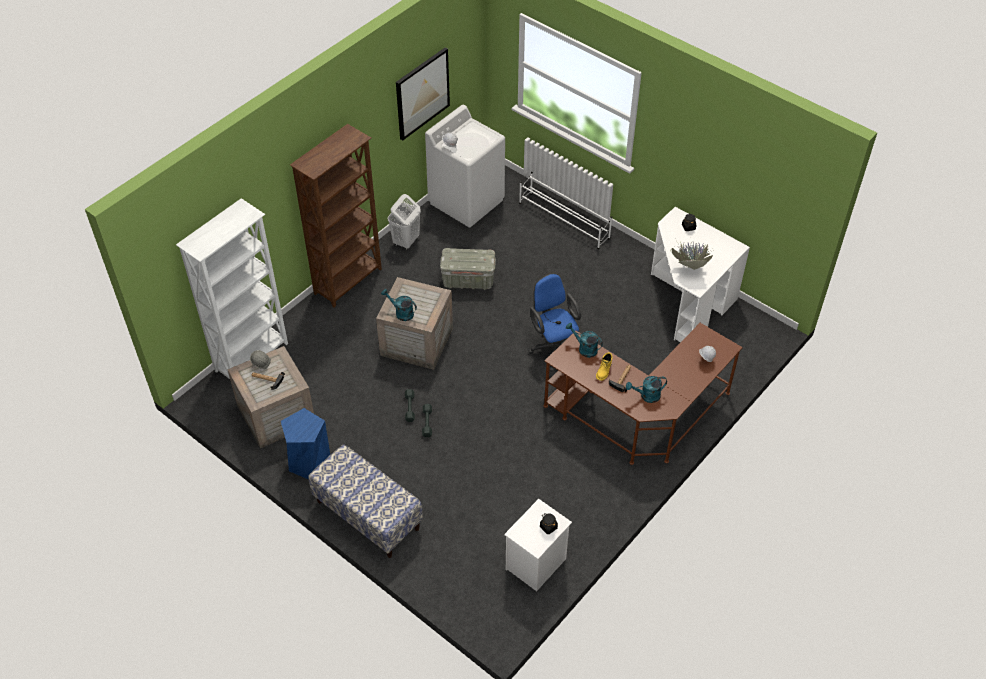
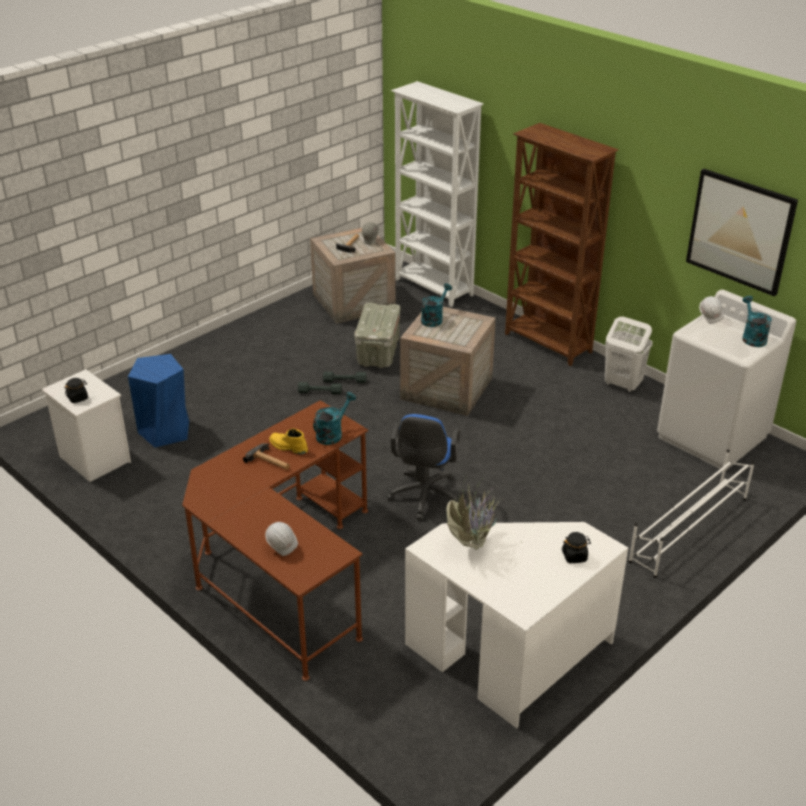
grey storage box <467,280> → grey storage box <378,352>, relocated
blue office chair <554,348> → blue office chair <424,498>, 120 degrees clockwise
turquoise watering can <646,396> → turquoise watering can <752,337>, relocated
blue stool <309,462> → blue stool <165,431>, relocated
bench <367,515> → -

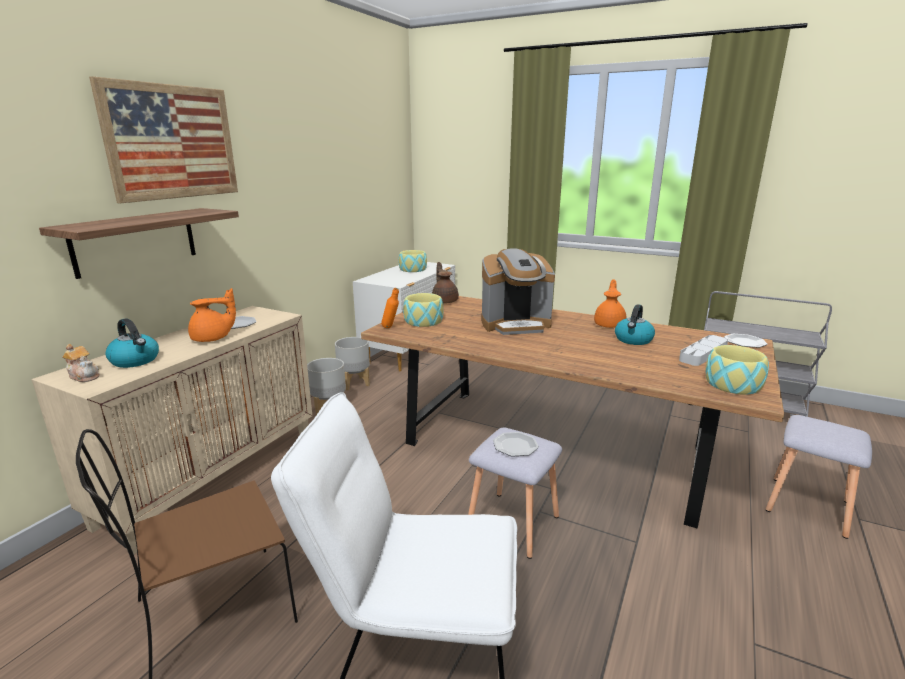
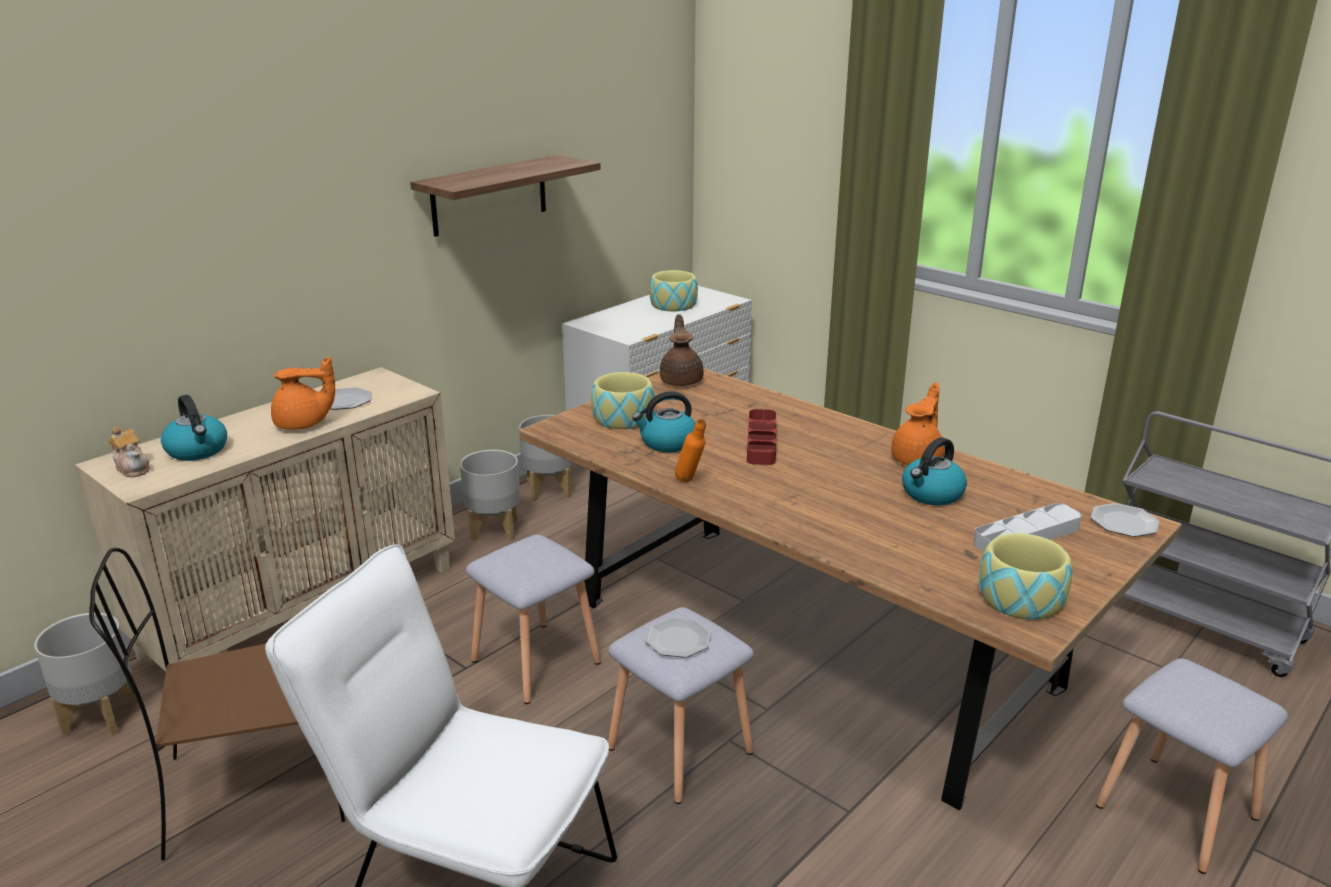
picture <172,142> → -
shelf <136,241> → shelf <489,195>, relocated
coffee machine <515,325> → red tray <761,442>
orange bottle <391,328> → orange bottle <690,482>, relocated
- → kettle <667,443>
- → grey stool <534,661>
- → grey planter <102,716>

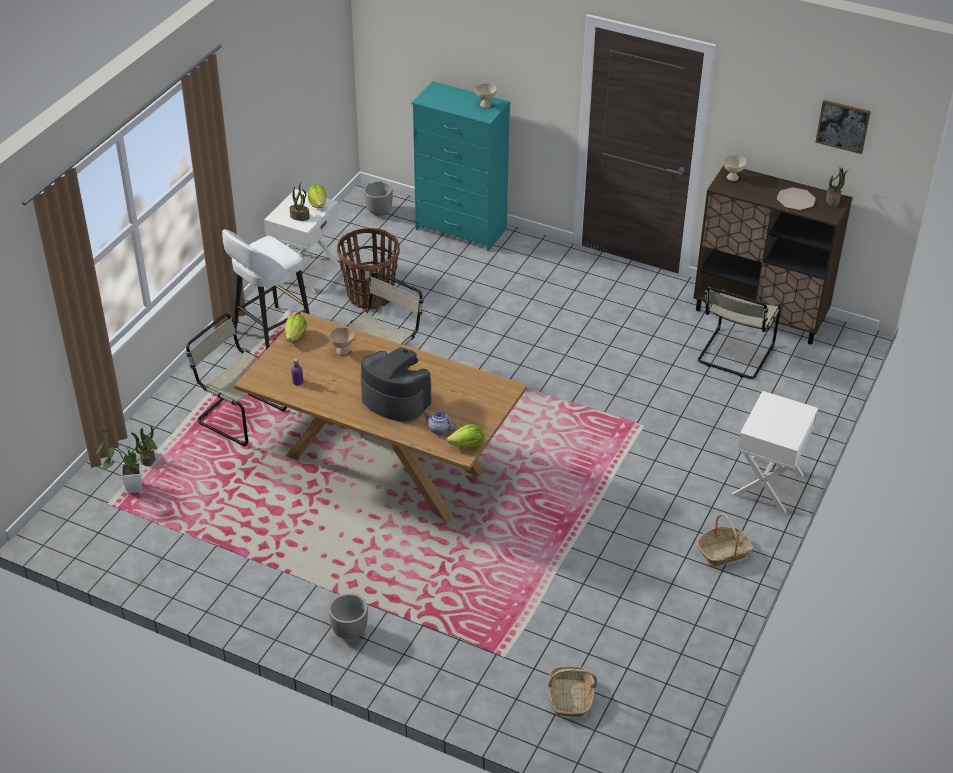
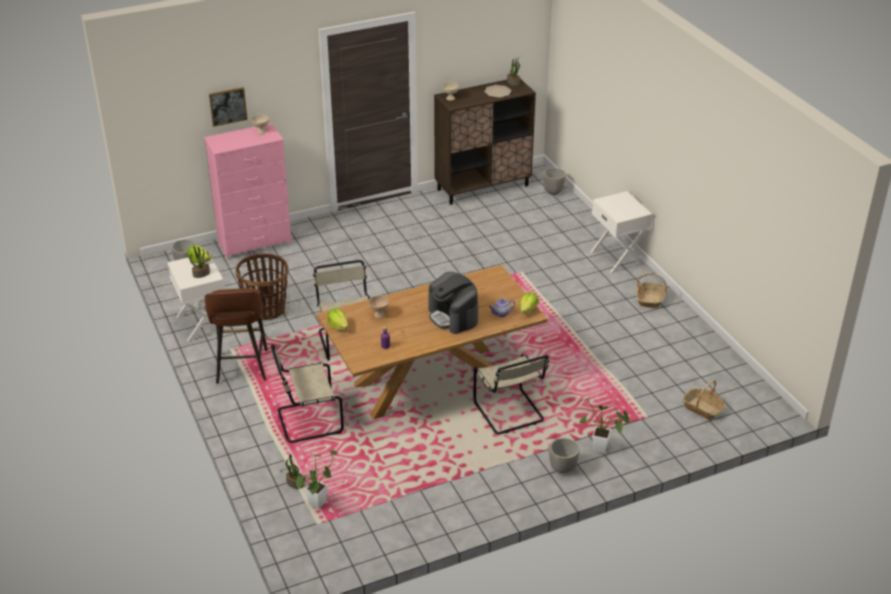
turquoise dresser <461,230> → pink dresser <256,243>
picture <843,126> → picture <228,106>, relocated
white stool <270,332> → brown stool <241,368>
beige chair <734,355> → beige chair <510,413>, relocated
coffee machine <395,400> → coffee machine <453,317>, 105 degrees counterclockwise
- → planter <553,192>
- → potted plant <603,450>

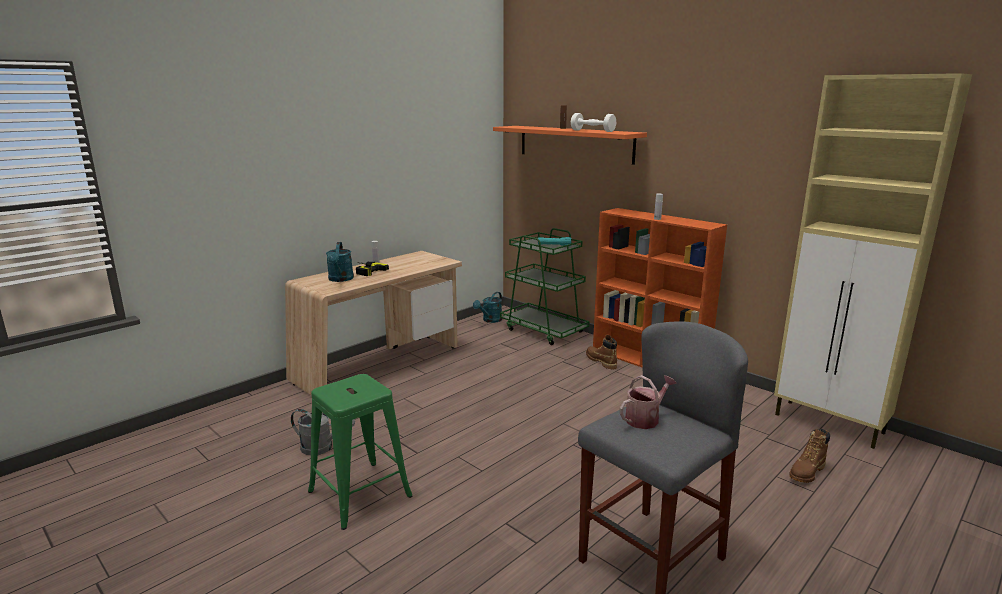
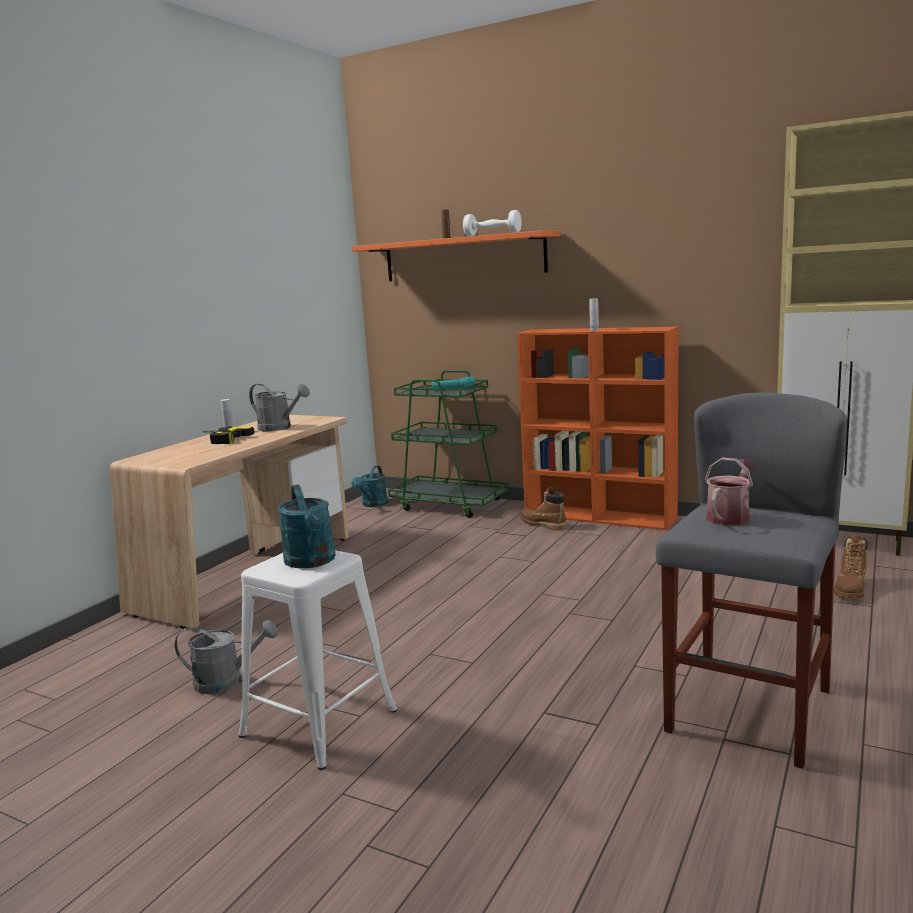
turquoise watering can <340,279> → turquoise watering can <312,562>, relocated
green stool <360,494> → white stool <319,723>
- → grey watering can <280,428>

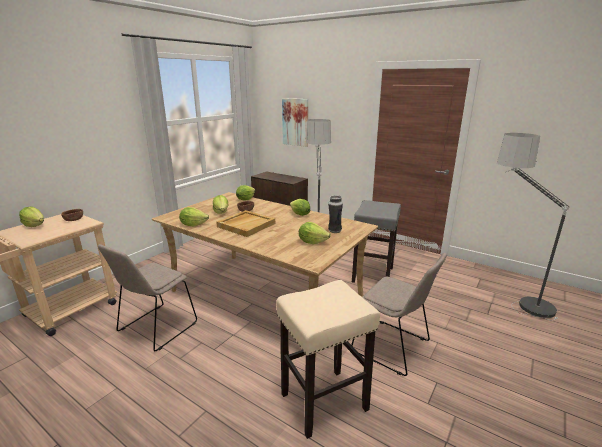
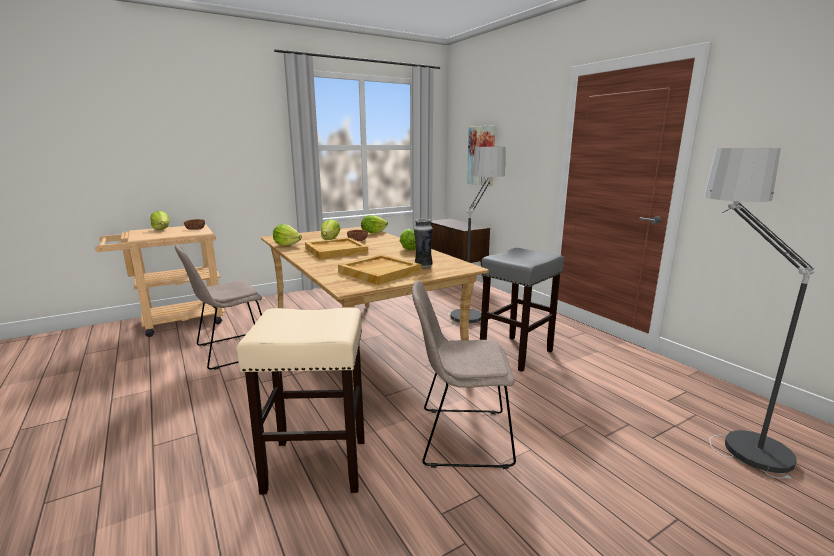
lettuce <312,242> → beige tray <380,272>
beige chair <393,347> → beige chair <460,437>, 120 degrees clockwise

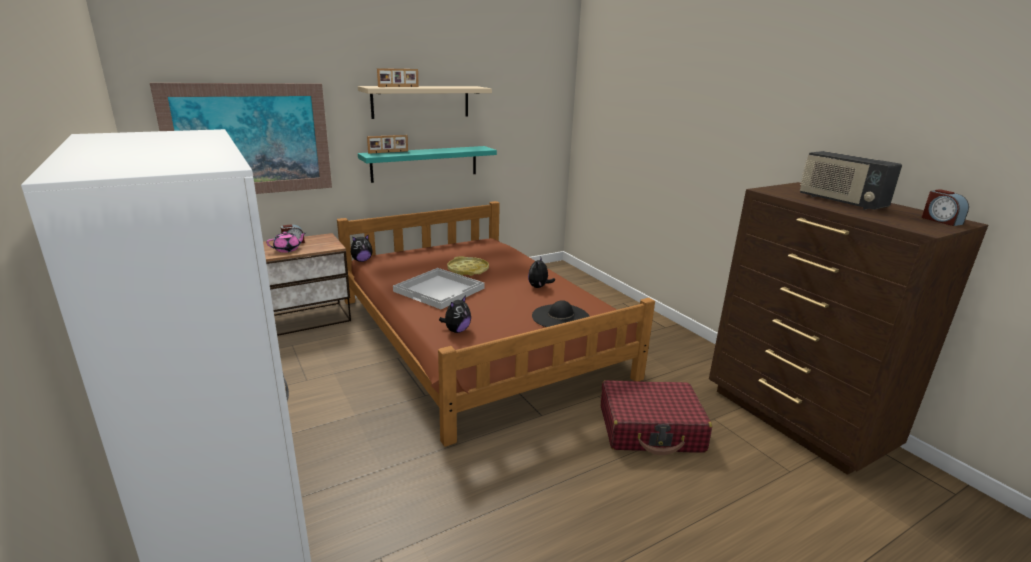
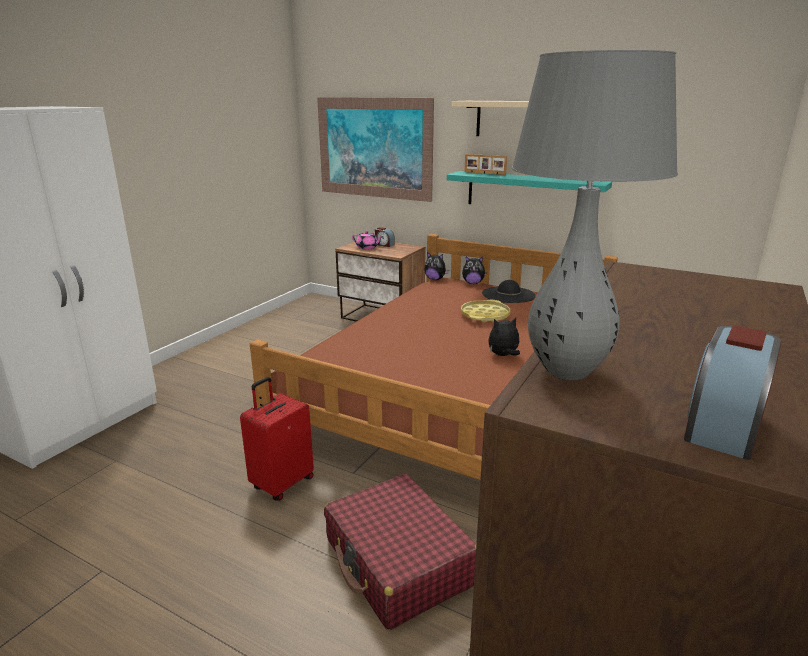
picture frame <398,87> → -
radio <840,202> → -
white tray <440,290> → -
plush toy <456,330> → plush toy <473,283>, relocated
black hat <560,317> → black hat <508,295>, relocated
- → grey table lamp <567,372>
- → red suitcase <282,483>

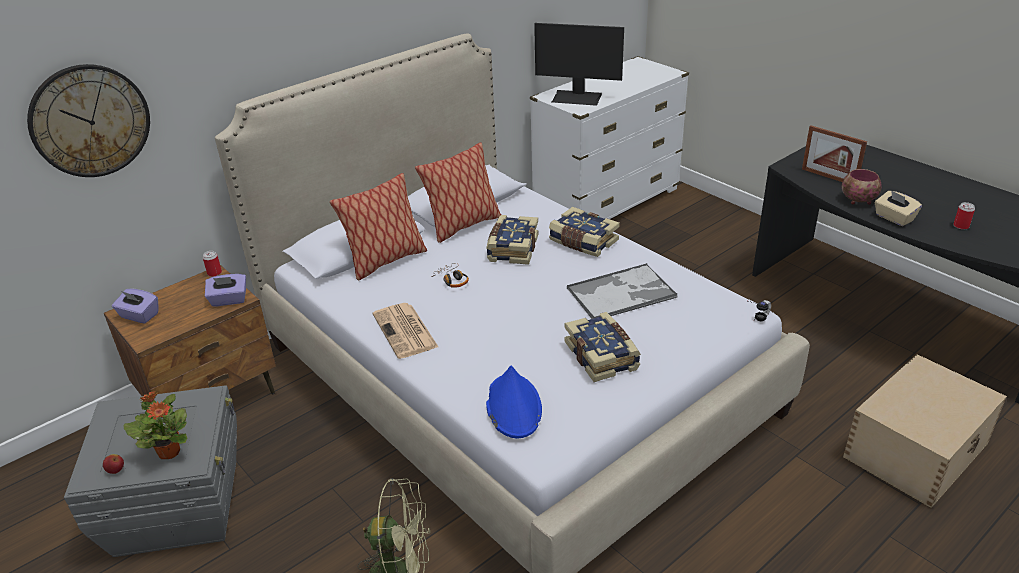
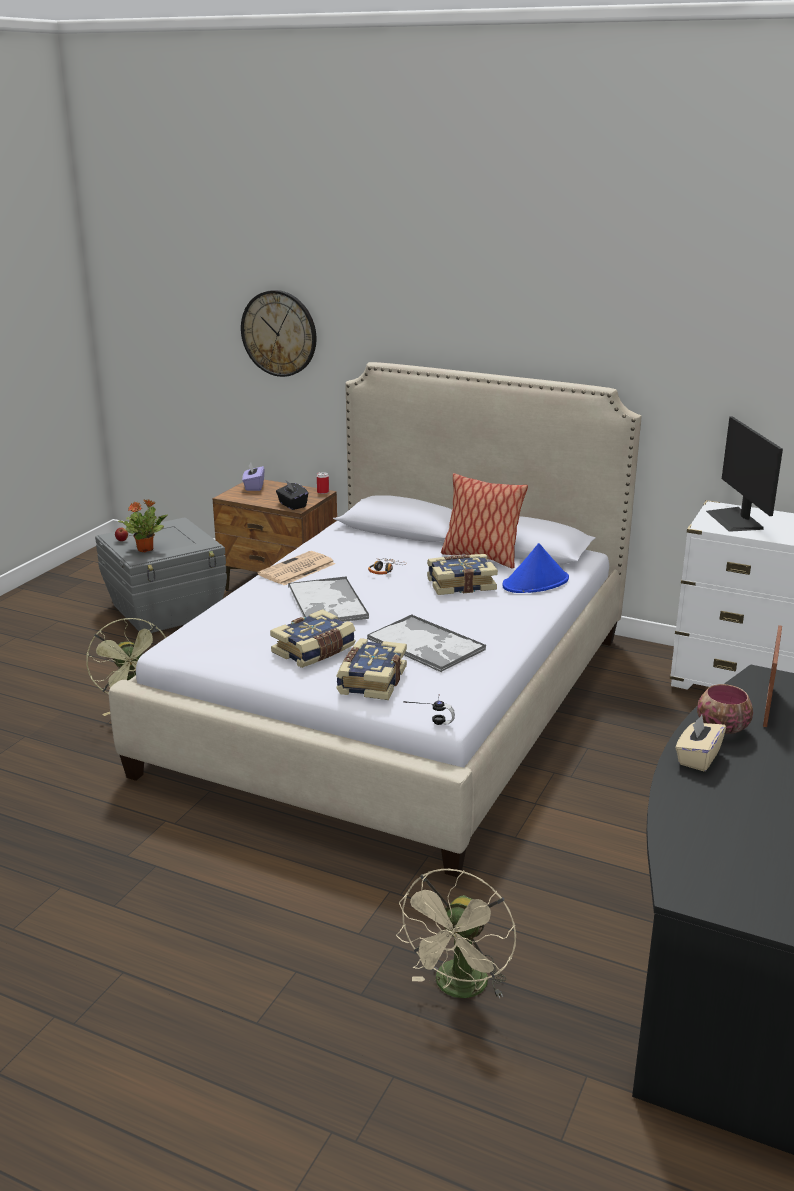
pillow <386,261> → -
can <961,226> → -
book <582,242> → book <370,681>, relocated
purple tissue box <229,300> → black tissue box <292,505>
beige storage box <917,449> → beige fan <459,989>
blue hat <513,406> → blue hat <536,583>, relocated
- → tray <328,603>

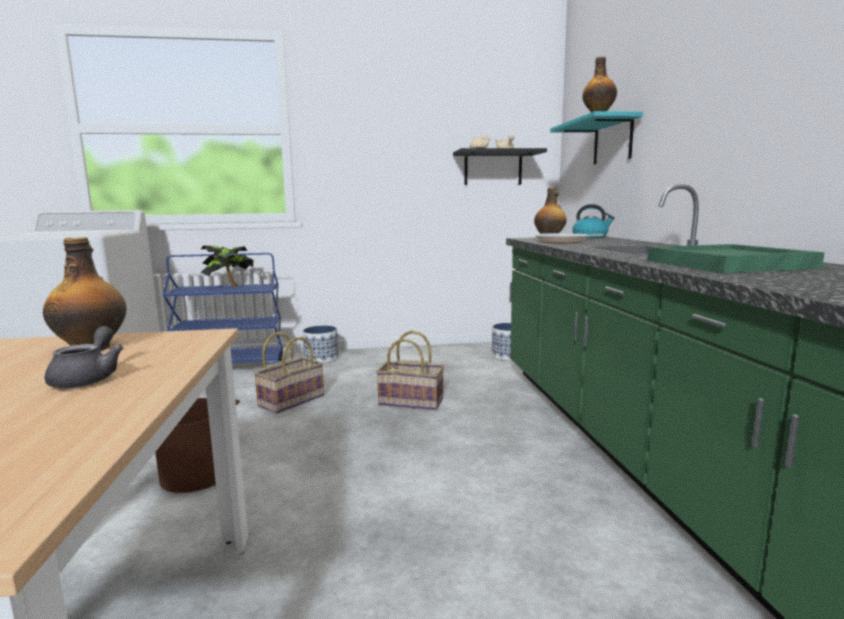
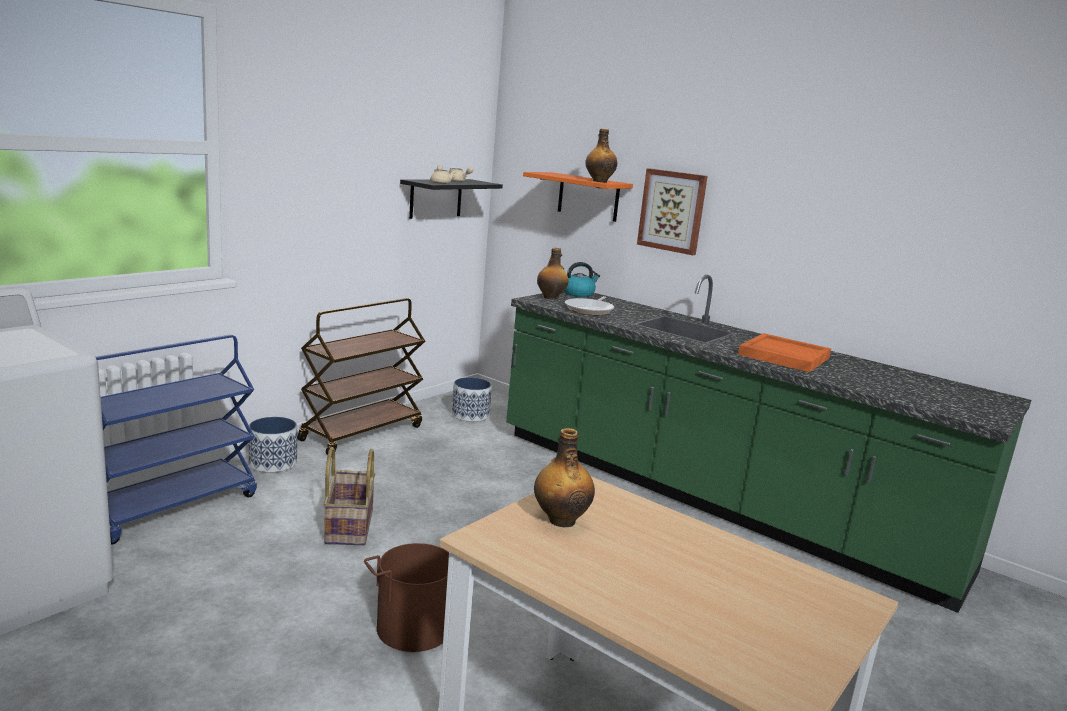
turquoise shelf <613,141> → orange shelf <588,197>
green tray <725,264> → orange tray <783,356>
potted plant <228,286> → -
grey teapot <89,378> → -
basket <411,401> → -
- → picture <672,211>
- → brown cart <362,432>

